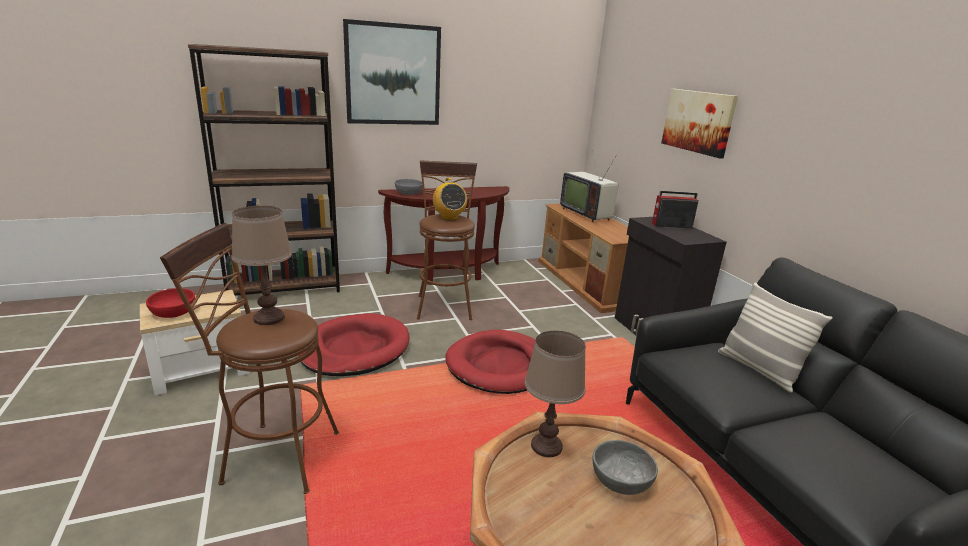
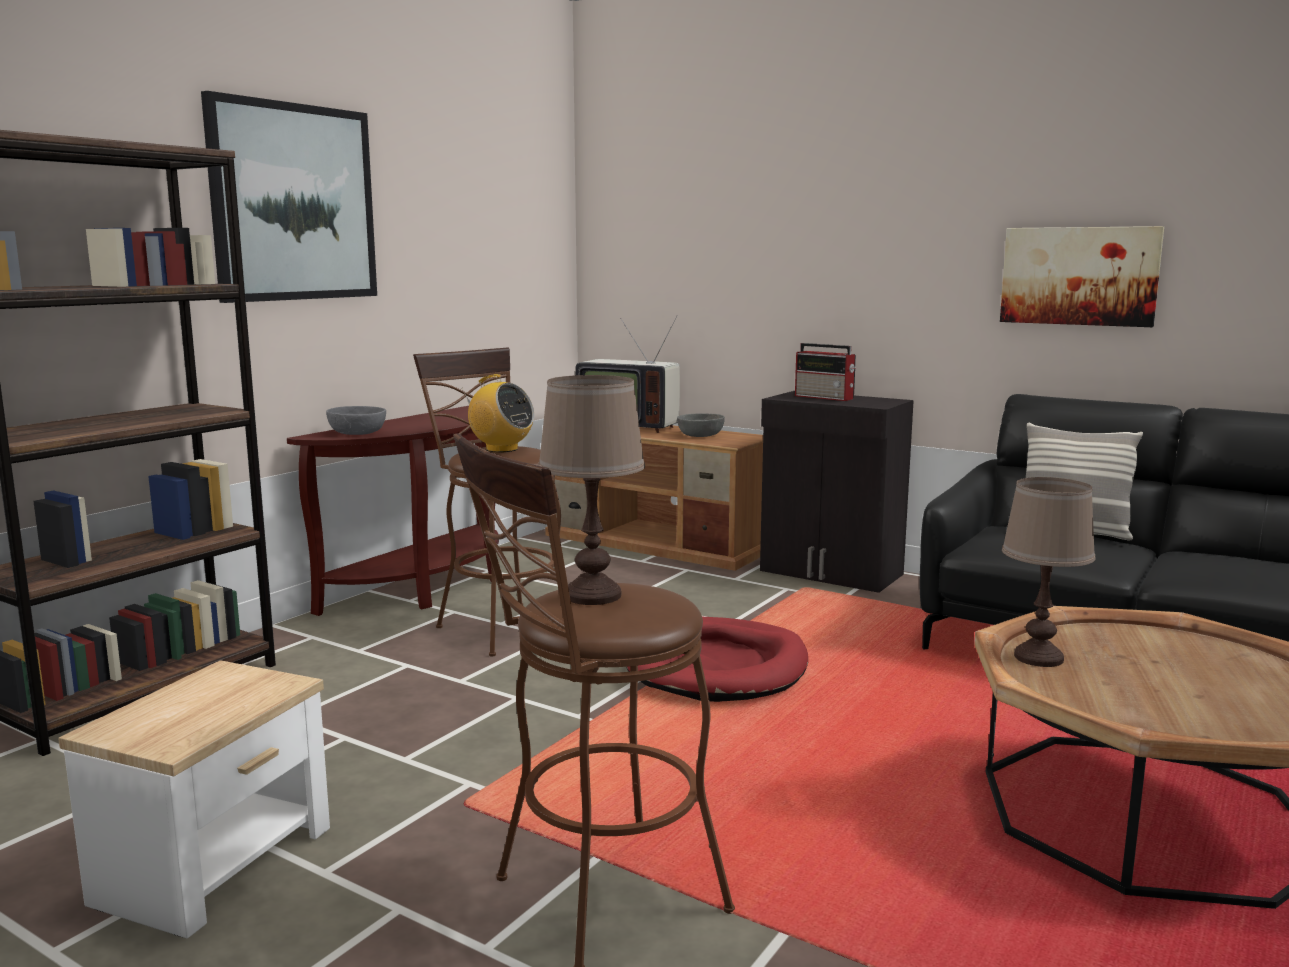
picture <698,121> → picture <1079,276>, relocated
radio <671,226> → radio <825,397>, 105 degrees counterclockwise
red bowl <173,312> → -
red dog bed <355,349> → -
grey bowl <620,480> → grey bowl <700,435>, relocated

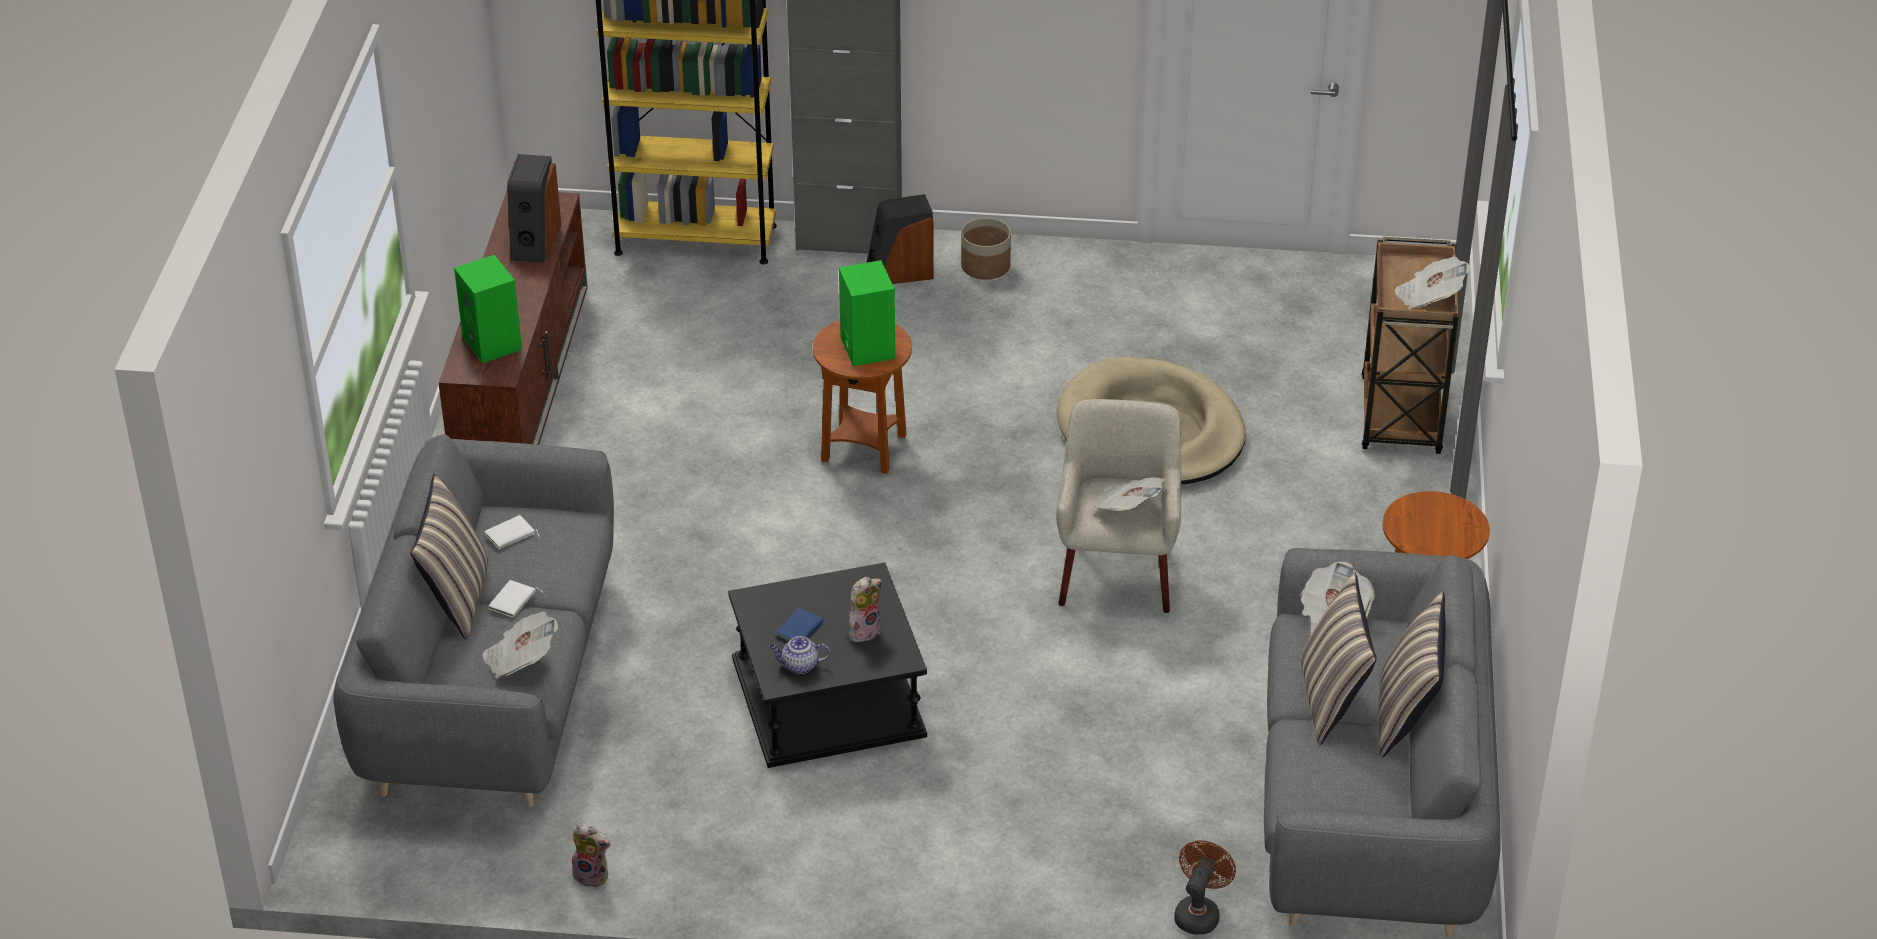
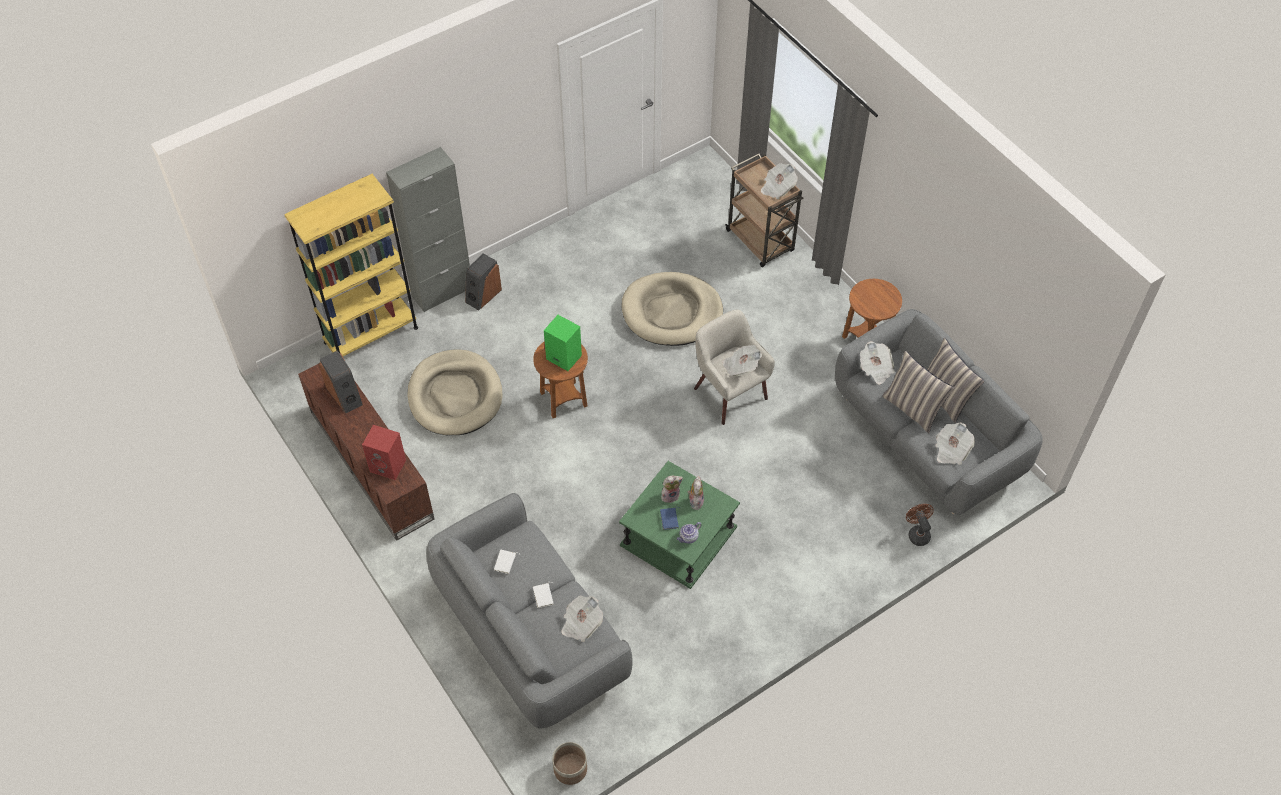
planter <985,266> → planter <570,768>, relocated
green speaker <494,343> → red speaker <389,465>
pillow <456,598> → -
black side table <828,697> → green side table <678,536>
plush toy <593,875> → plush toy <670,495>, relocated
- → beige dog bed <455,395>
- → newspaper <951,450>

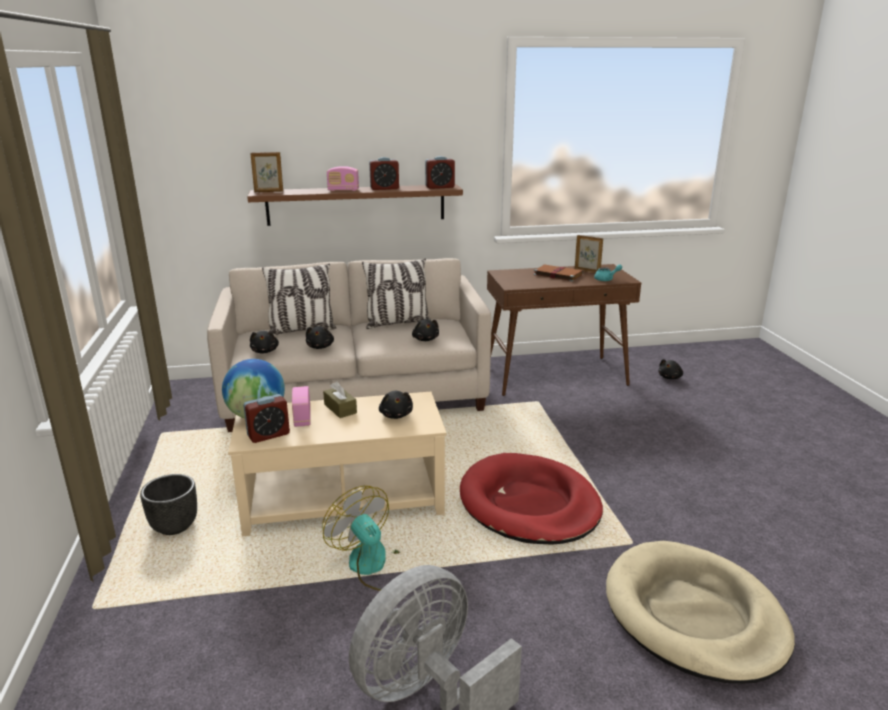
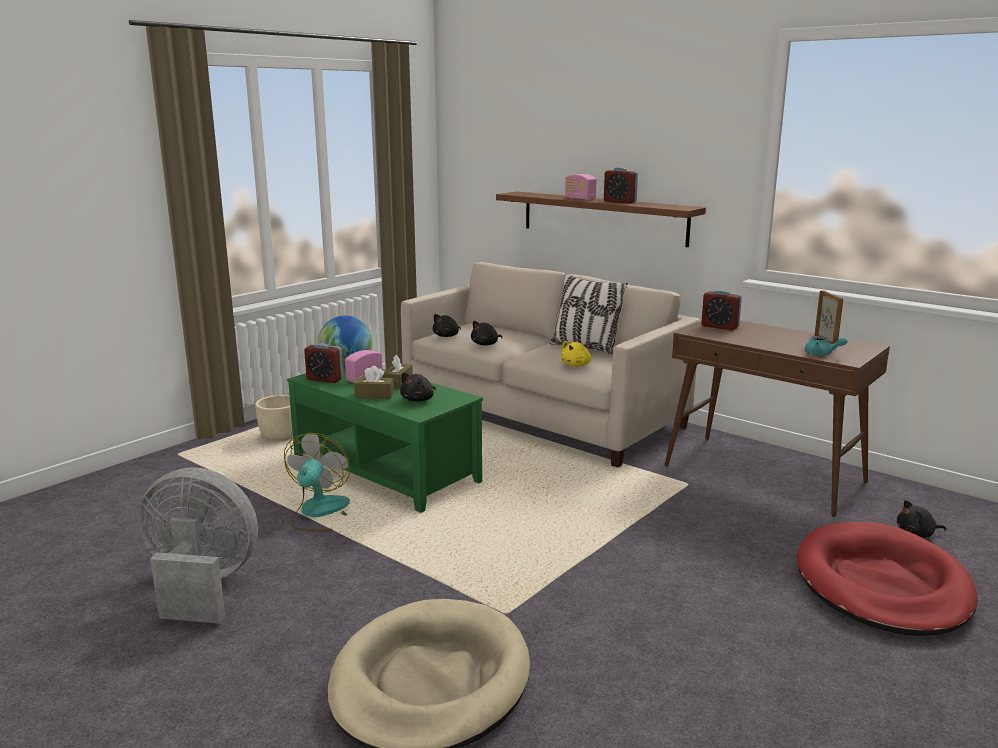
picture frame <268,191> → -
alarm clock <440,187> → alarm clock <720,326>, relocated
pillow <301,330> → -
brown book <557,274> → -
black plush toy <425,339> → yellow plush toy <576,365>
beige coffee table <344,499> → green coffee table <386,471>
red dog bed <529,504> → red dog bed <881,585>, relocated
black planter <175,526> → beige planter <280,438>
- → brown tissue box <374,395>

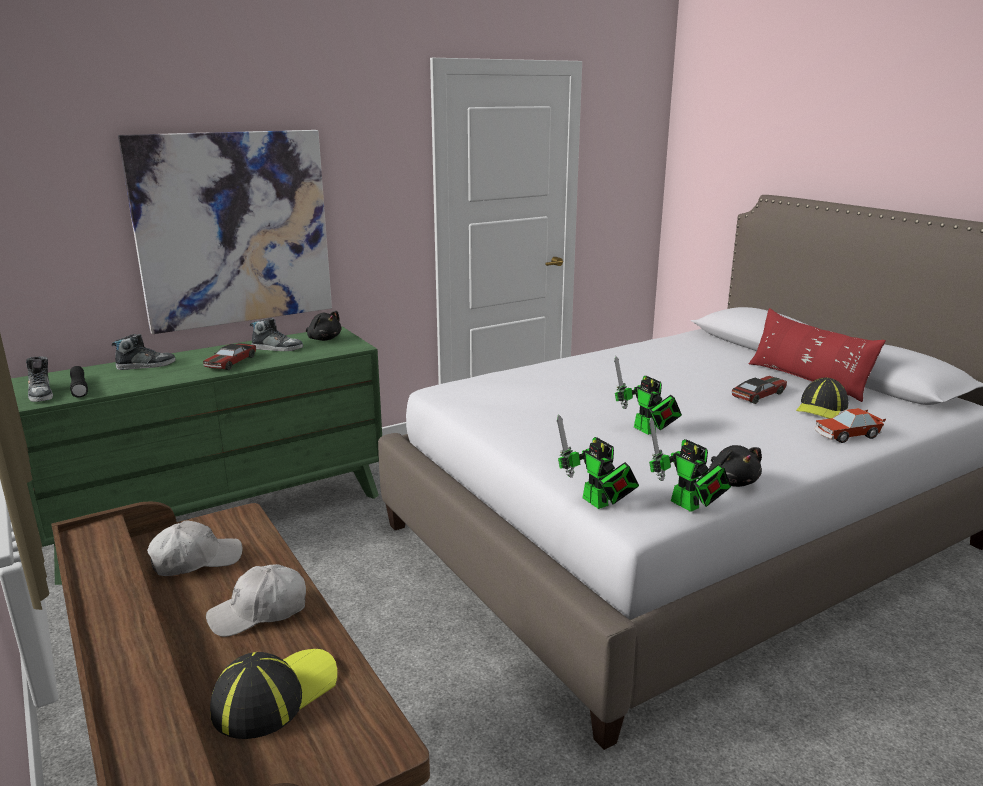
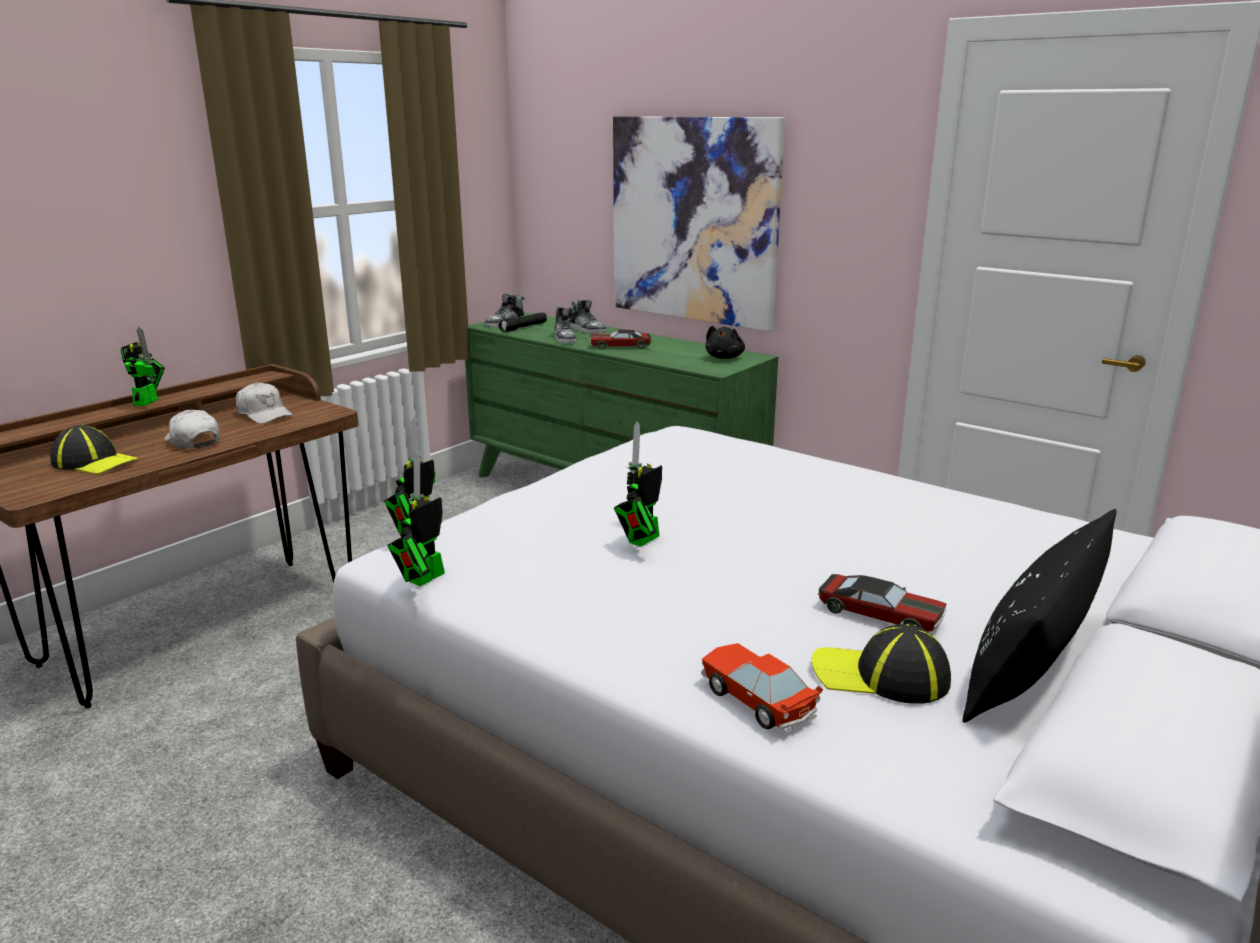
red pillow <807,380> → black pillow <1031,662>
shoe <277,348> → shoe <565,338>, relocated
black plush toy <732,481> → -
- → toy robot <148,401>

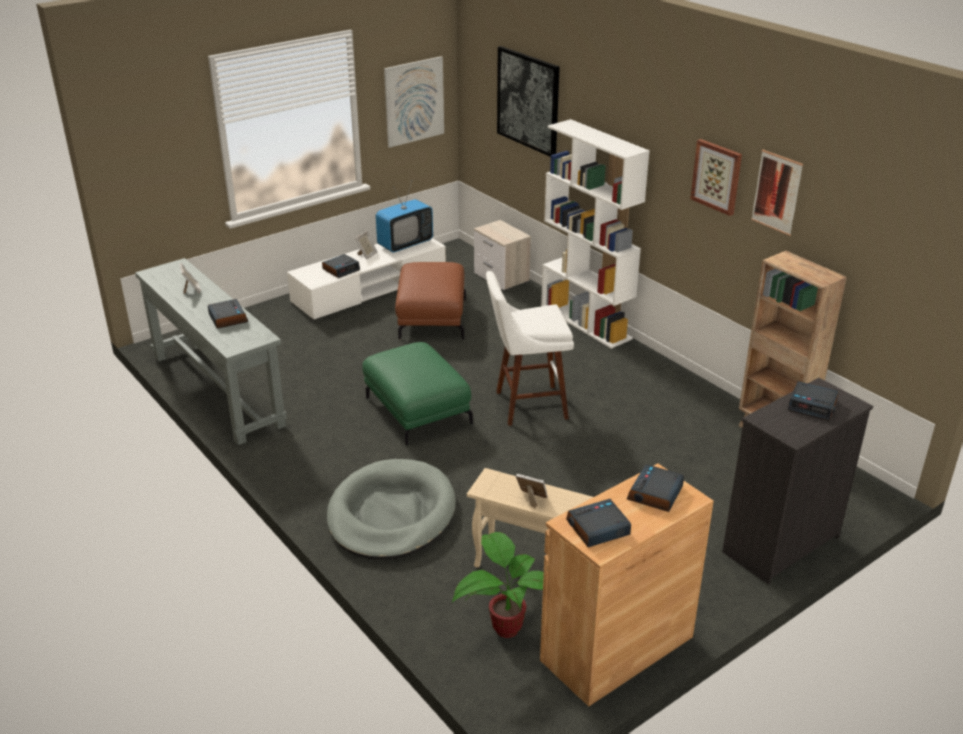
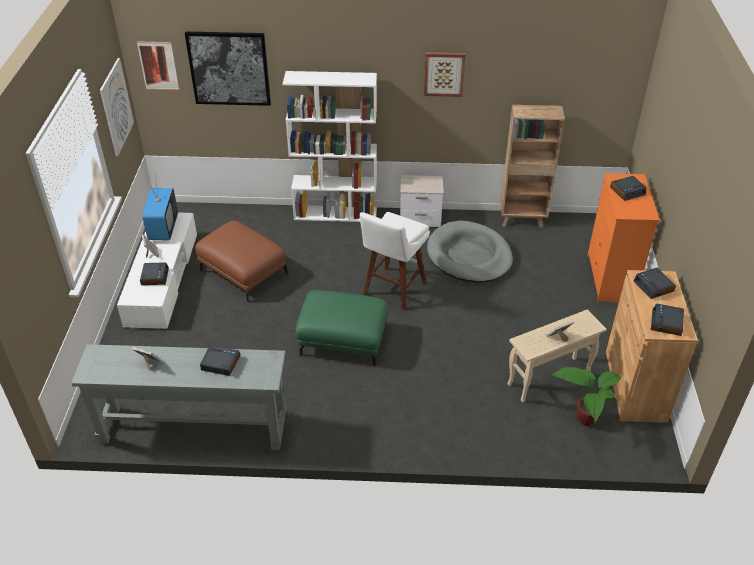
picture <776,192> → picture <158,65>, relocated
nightstand <502,278> → nightstand <421,218>, relocated
black dresser <779,544> → orange dresser <610,278>
grey dog bed <391,514> → grey dog bed <469,256>, relocated

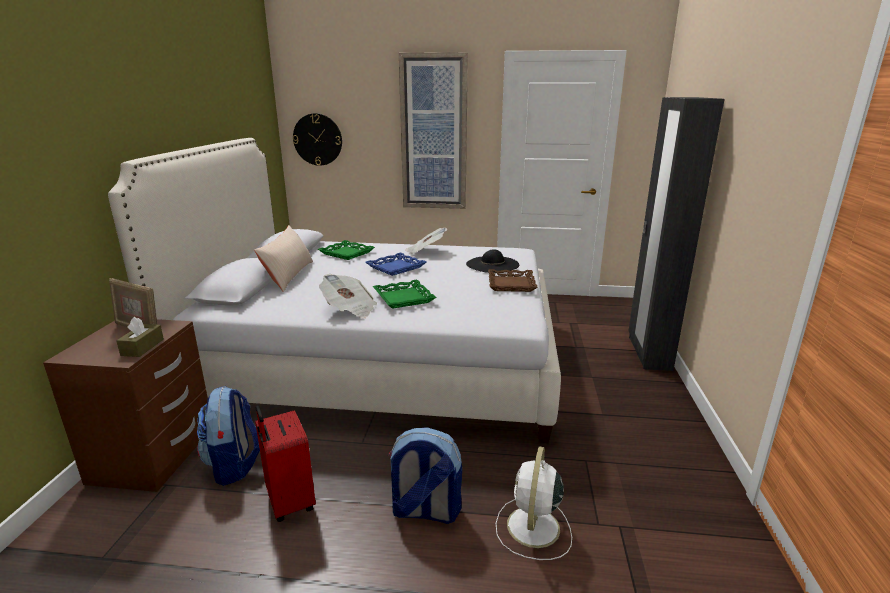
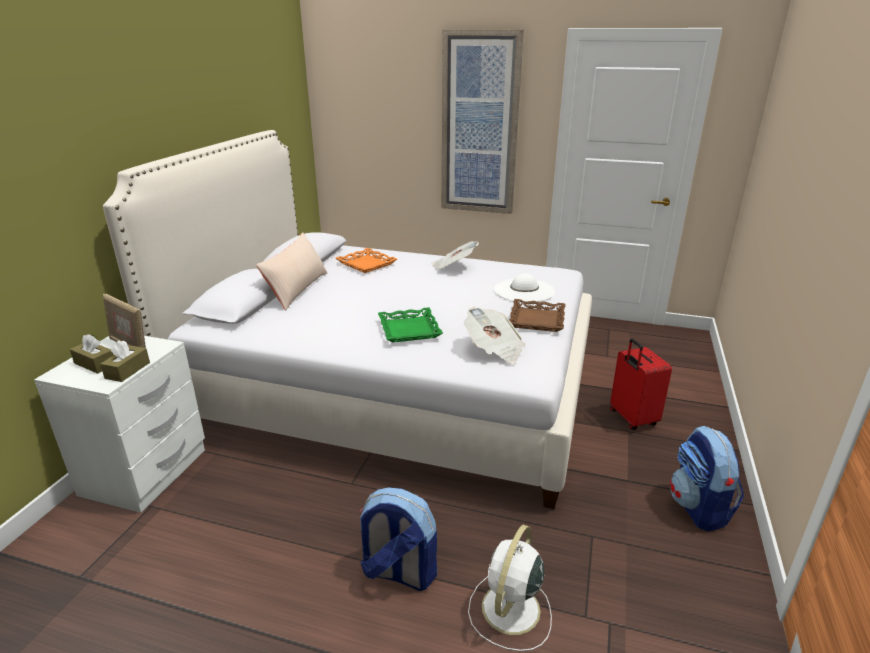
black wardrobe <648,353> → -
wall clock <317,139> → -
green tray <346,253> → orange tray <366,264>
black hat <492,264> → white hat <524,290>
blue tray <396,267> → -
newspaper <349,309> → newspaper <494,349>, relocated
brown nightstand <154,456> → white nightstand <146,472>
backpack <234,465> → backpack <699,508>, relocated
red suitcase <289,502> → red suitcase <631,418>, relocated
- → brown tissue box <95,364>

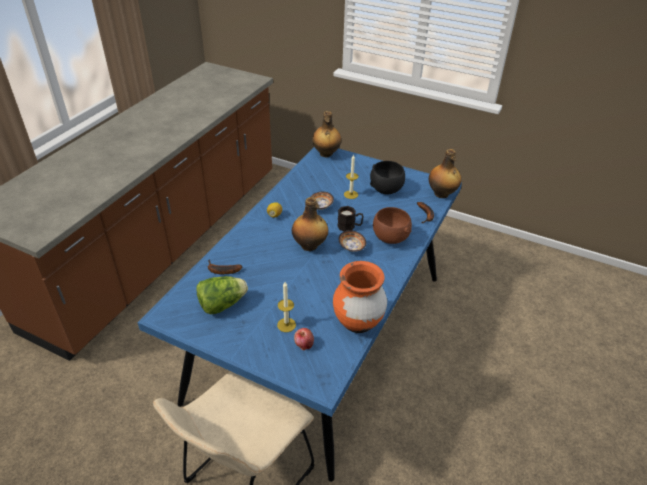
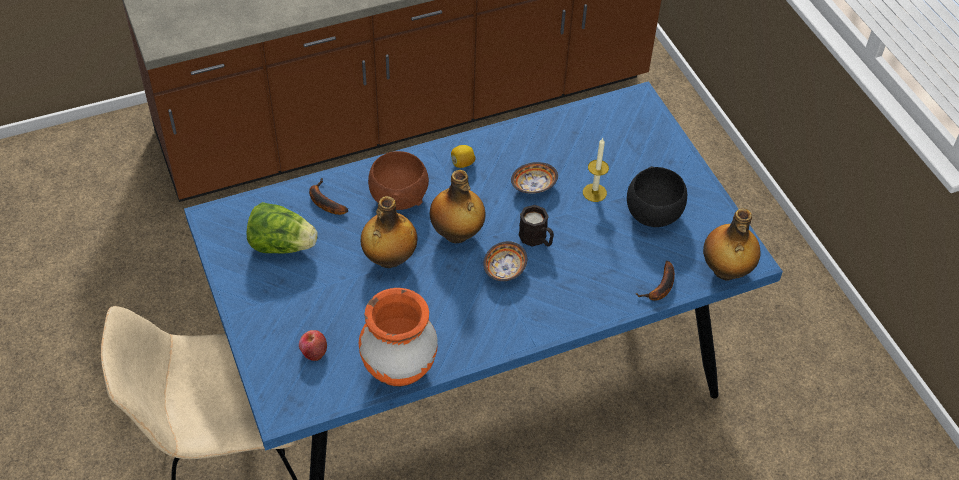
bottle <326,154> → bottle <389,259>, relocated
brown bowl <390,238> → brown bowl <399,197>, relocated
candle <286,325> → -

